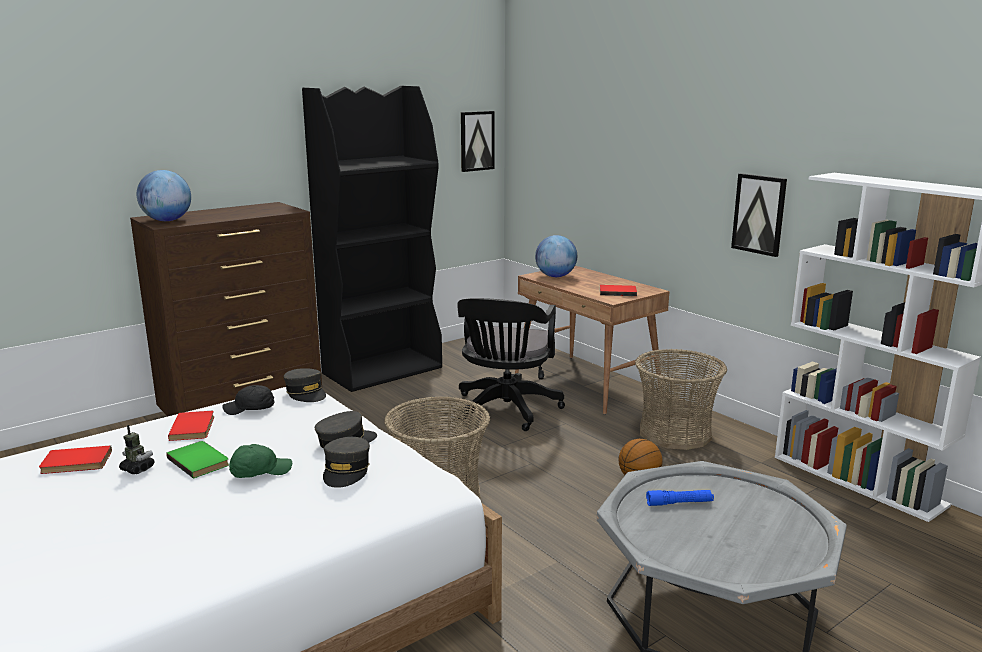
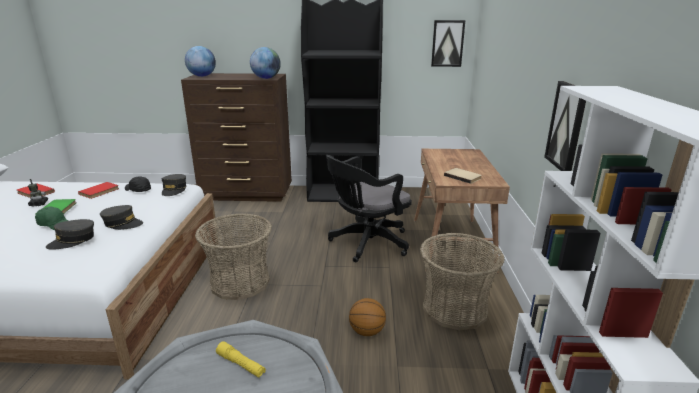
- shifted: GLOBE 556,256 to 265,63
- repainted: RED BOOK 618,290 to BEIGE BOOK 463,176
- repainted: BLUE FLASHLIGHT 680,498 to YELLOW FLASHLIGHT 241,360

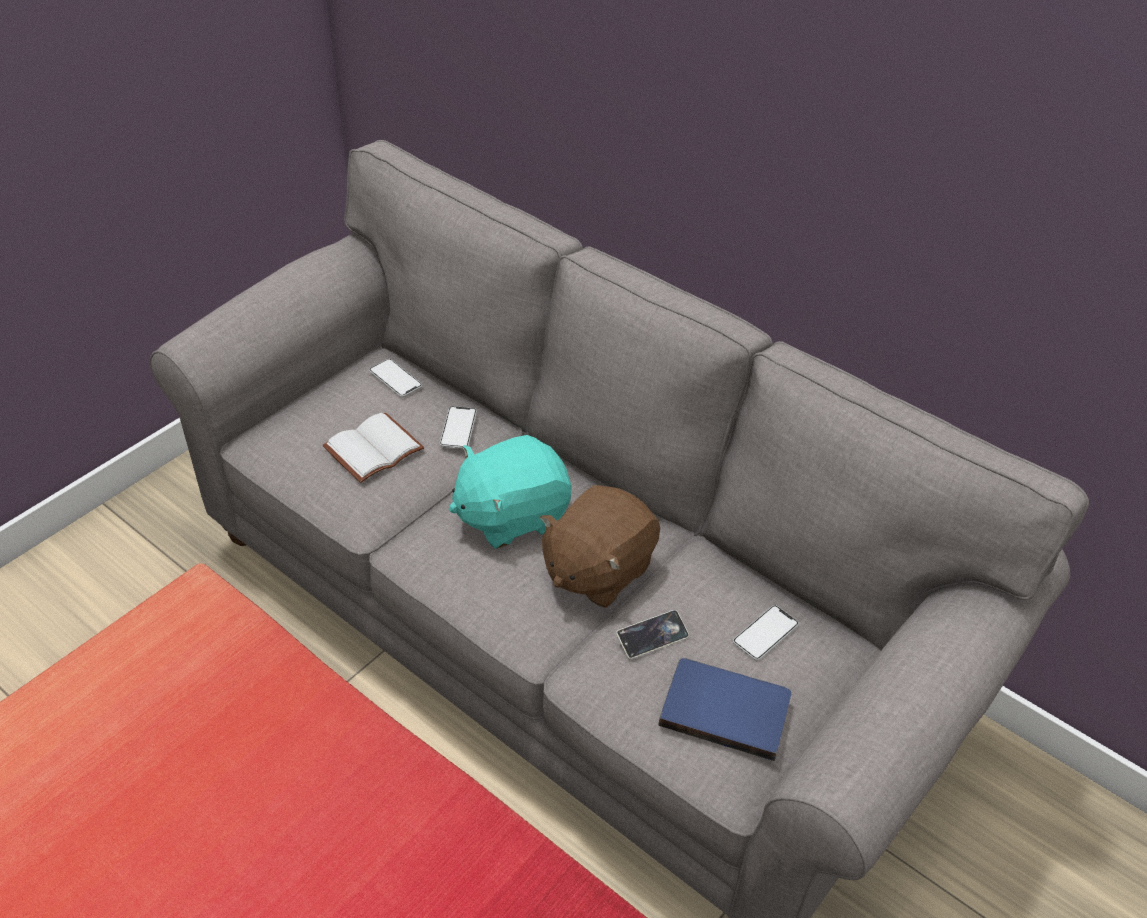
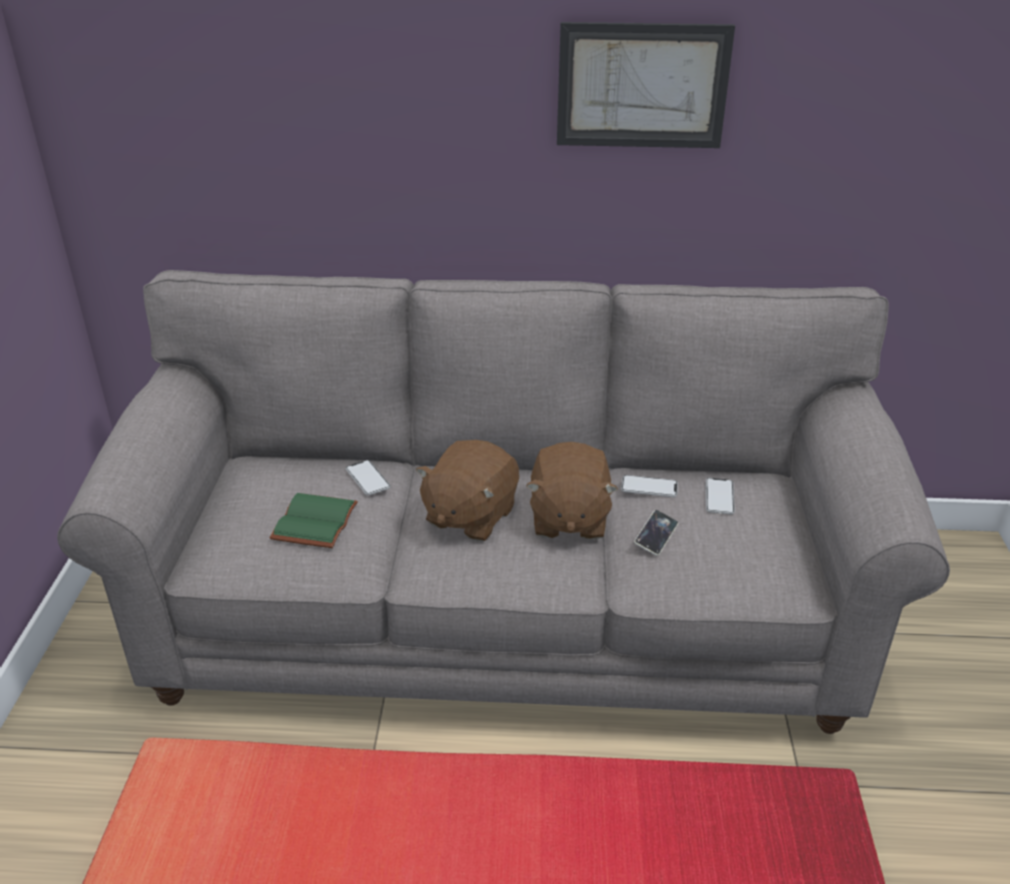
- repainted: WHITE BOOK 373,448 to GREEN BOOK 314,520
- shifted: PHONE 395,378 to 649,486
- repainted: TURQUOISE PLUSH TOY 510,492 to BROWN PLUSH TOY 467,490
- gone: BLUE BOOK 724,709
- new: PICTURE 646,85

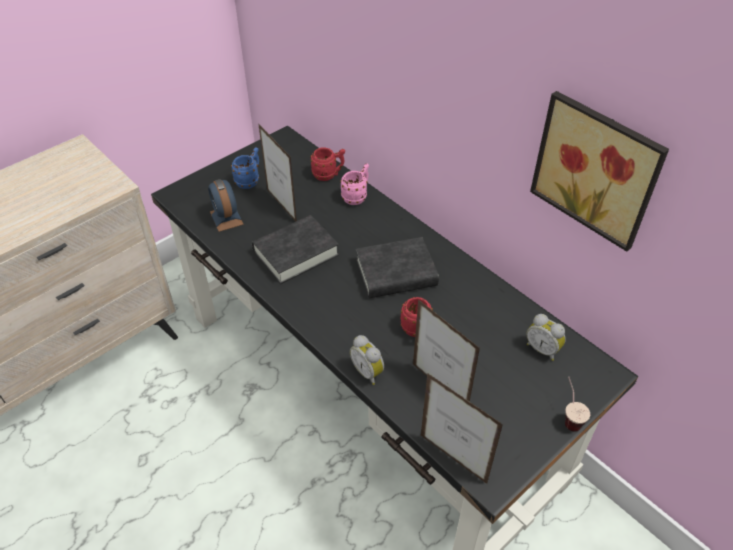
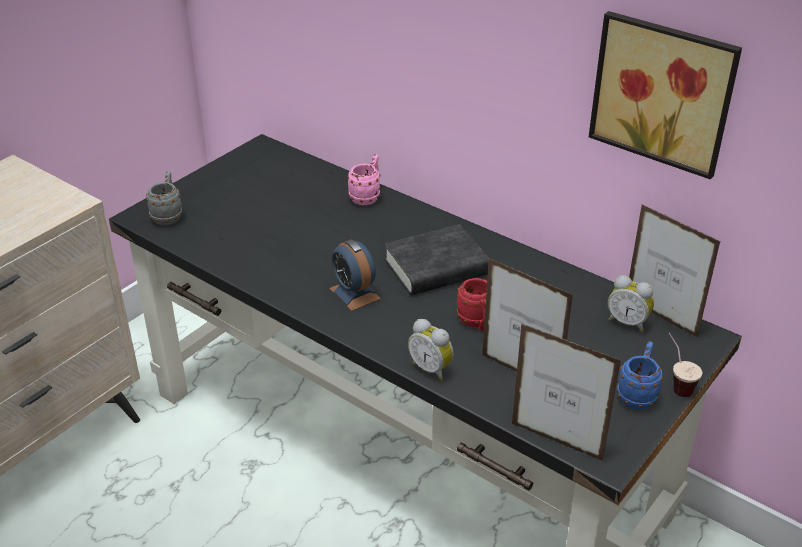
- shifted: ALARM CLOCK 225,205 to 355,275
- shifted: BLUE MUG 245,168 to 640,375
- gone: BLACK BOOK 295,249
- shifted: PICTURE FRAME 277,172 to 675,271
- gone: RED MUG 327,164
- new: GREY MUG 164,198

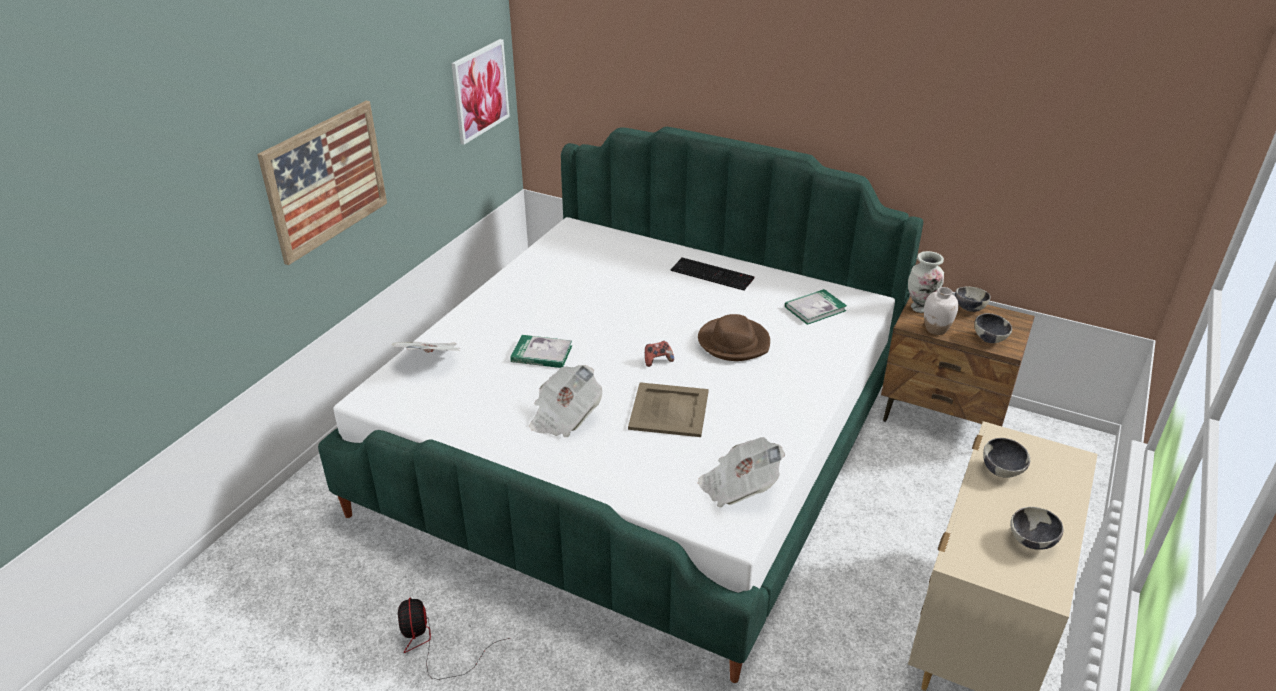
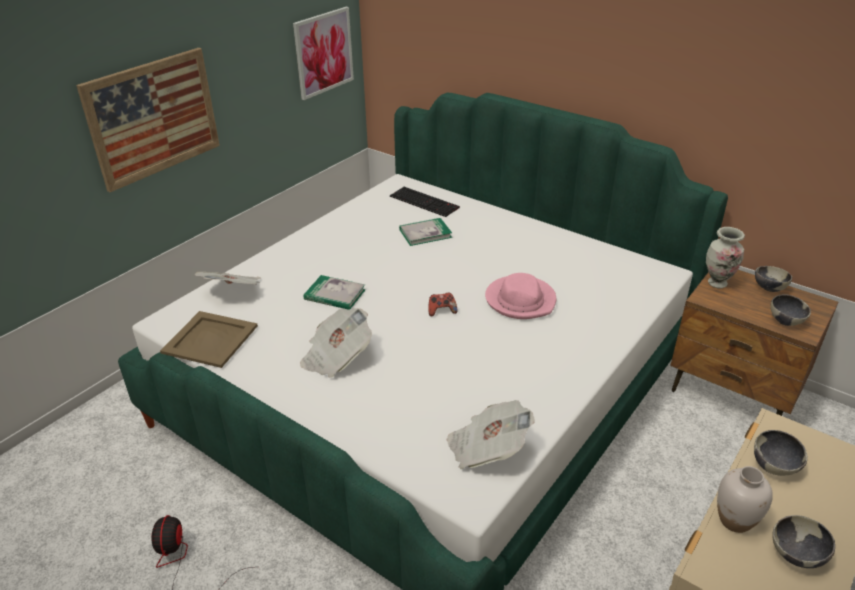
- shifted: BEIGE TRAY 668,409 to 209,339
- shifted: KEYBOARD 713,274 to 425,202
- repainted: BROWN HAT 734,337 to PINK HAT 520,296
- shifted: BOOK 816,307 to 425,232
- shifted: WHITE VASE 941,311 to 745,499

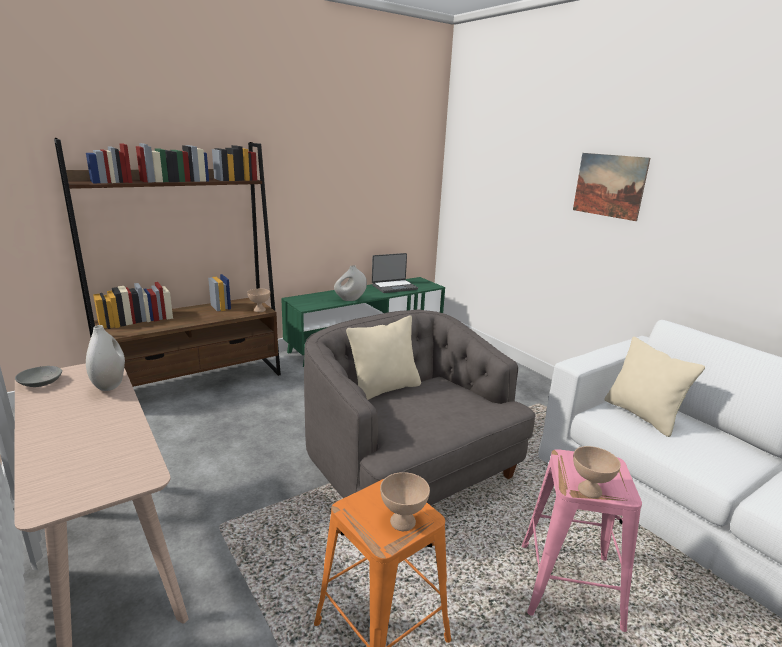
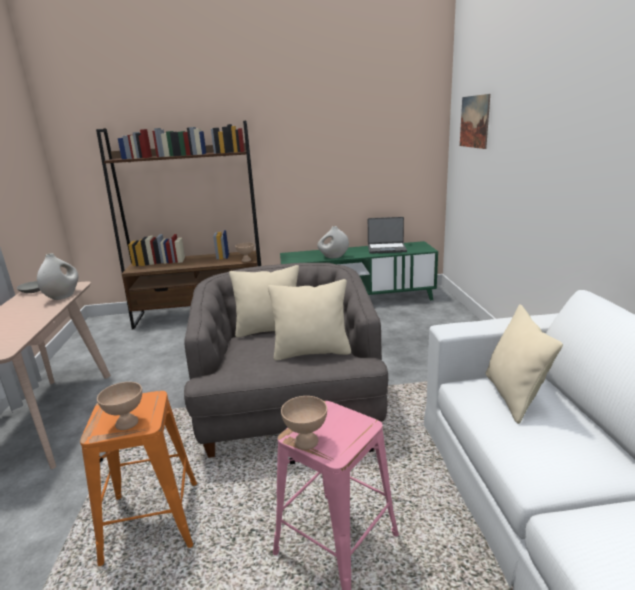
- shifted: PICTURE 611,187 to 475,121
- new: BEIGE PILLOW 309,320

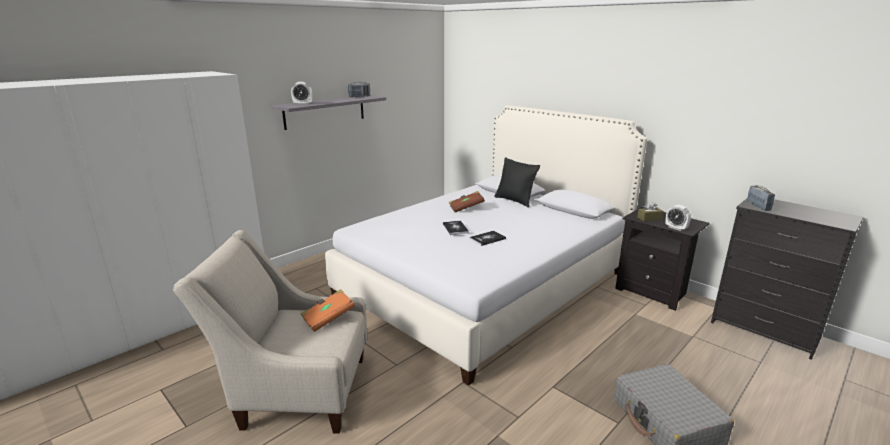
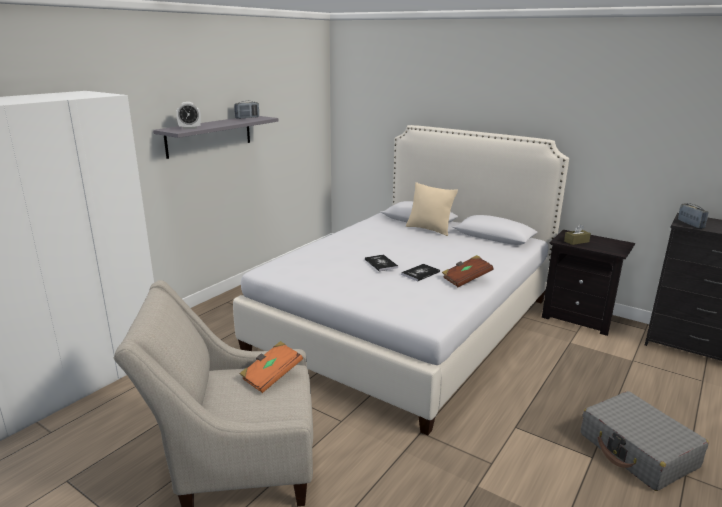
- shifted: BROWN BOOK 467,201 to 467,271
- repainted: BLACK PILLOW 517,182 to BEIGE PILLOW 432,209
- gone: ALARM CLOCK 678,218

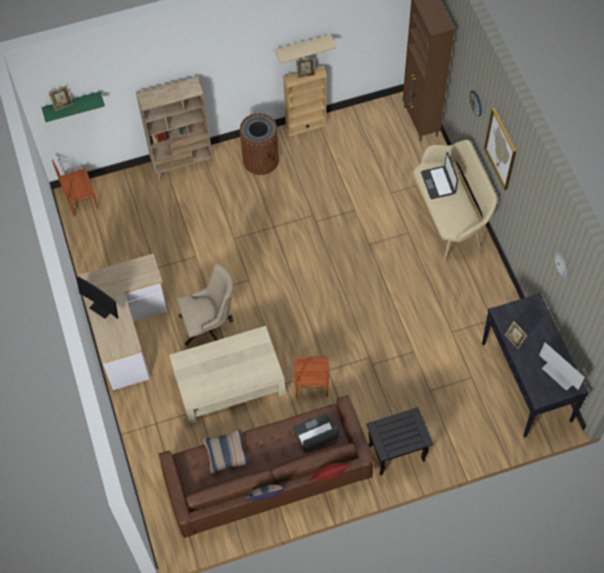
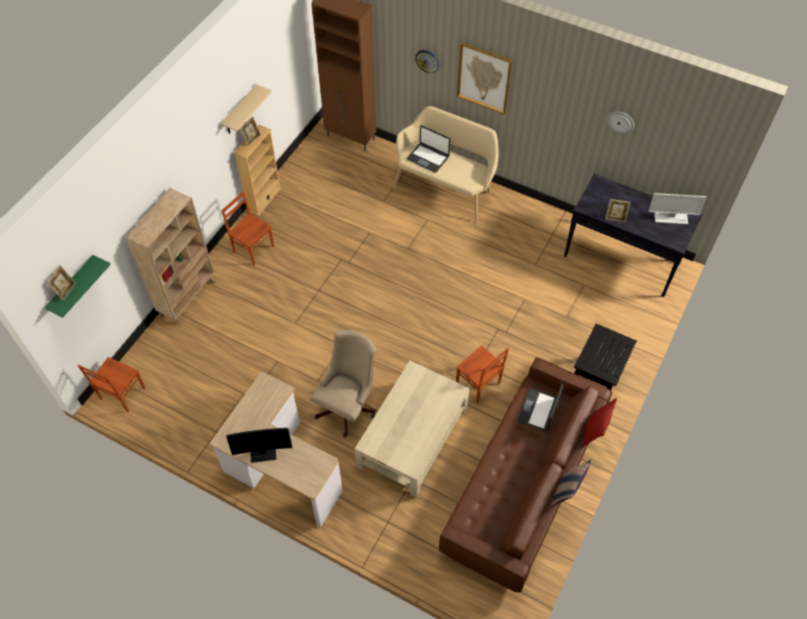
- gone: PILLOW 225,452
- swapped: BROWN TRASH CAN 259,144 to BROWN CHAIR 248,228

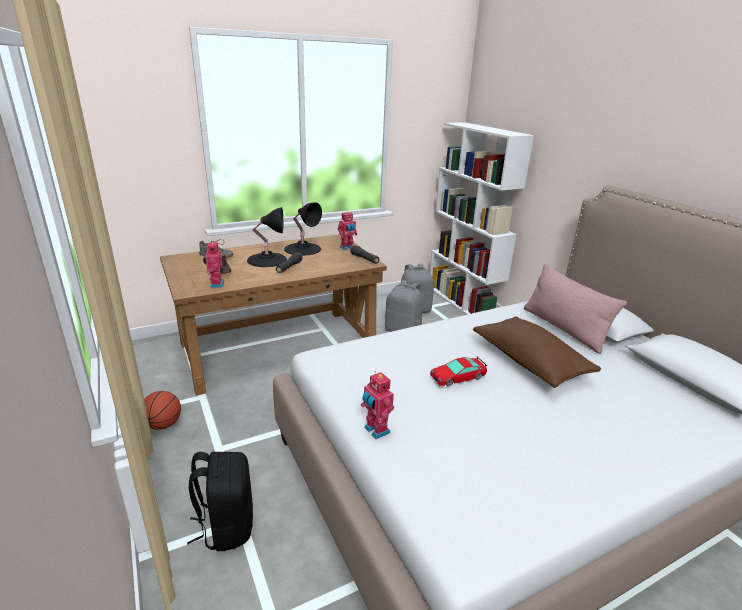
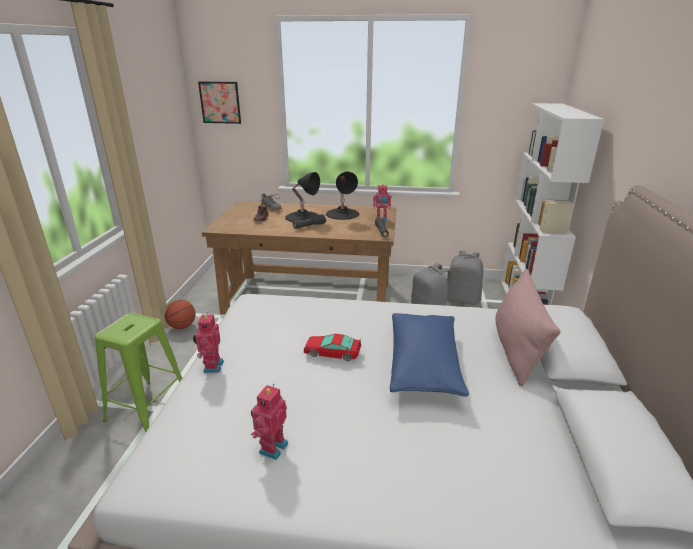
- swapped: BLACK BACKPACK 220,501 to GREEN STOOL 138,373
- shifted: TOY ROBOT 213,265 to 269,422
- repainted: BROWN PILLOW 537,352 to BLUE PILLOW 429,355
- new: PICTURE 219,103

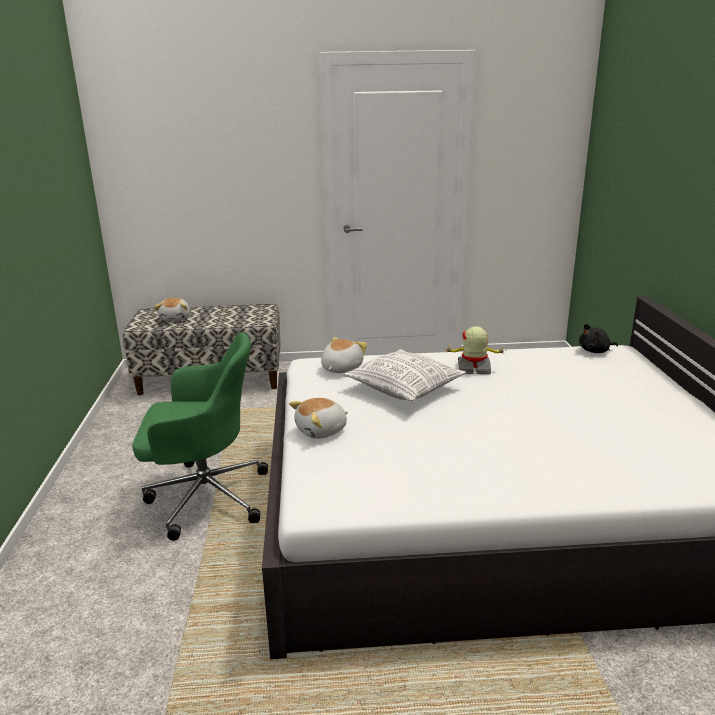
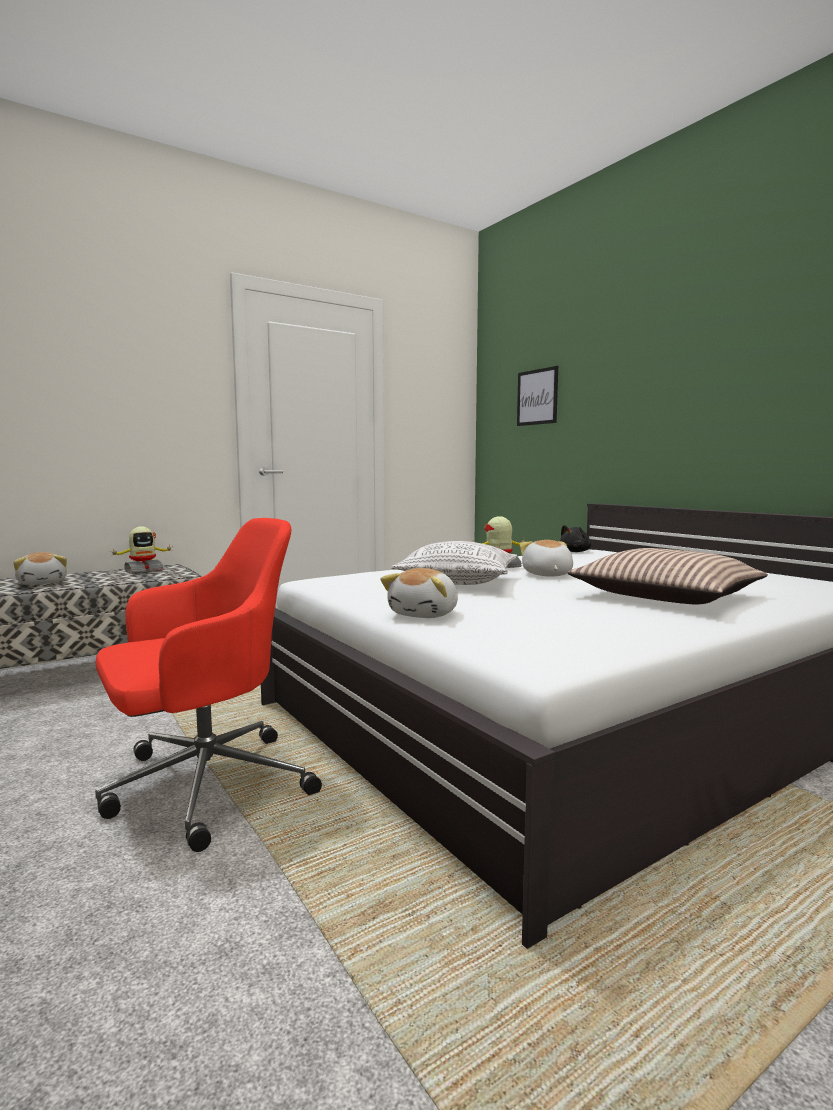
- repainted: GREEN OFFICE CHAIR 200,436 to RED OFFICE CHAIR 208,685
- shifted: PLUSH TOY 344,355 to 546,558
- new: TOY ROBOT 142,550
- new: PICTURE 537,396
- new: PILLOW 668,576

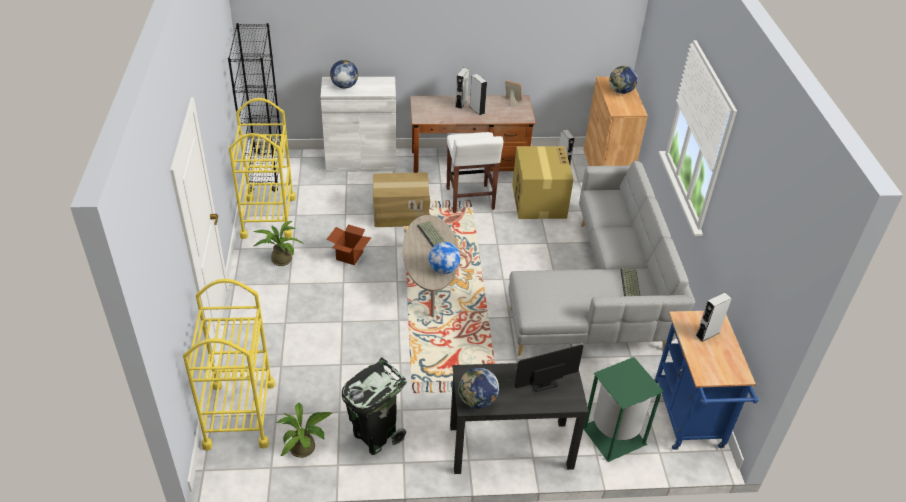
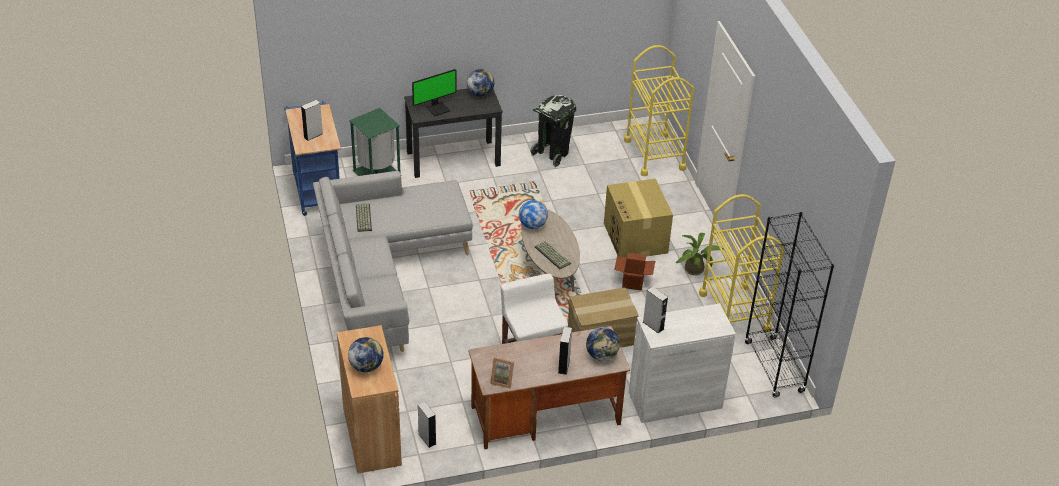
- gone: POTTED PLANT 304,430
- shifted: GLOBE 344,74 to 603,344
- shifted: GREY SPEAKER 478,94 to 655,310
- shifted: CARDBOARD BOX 543,182 to 638,218

